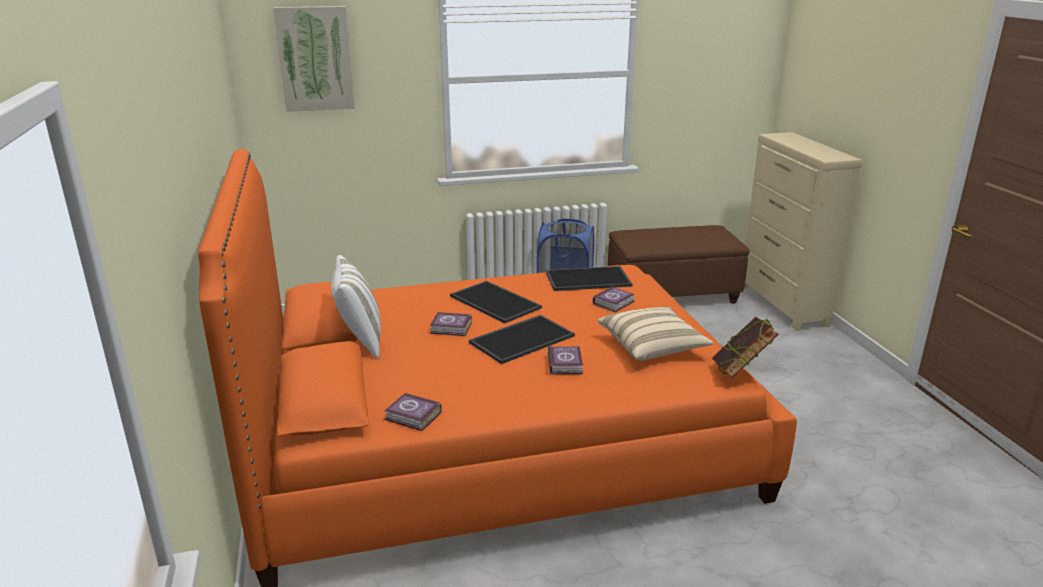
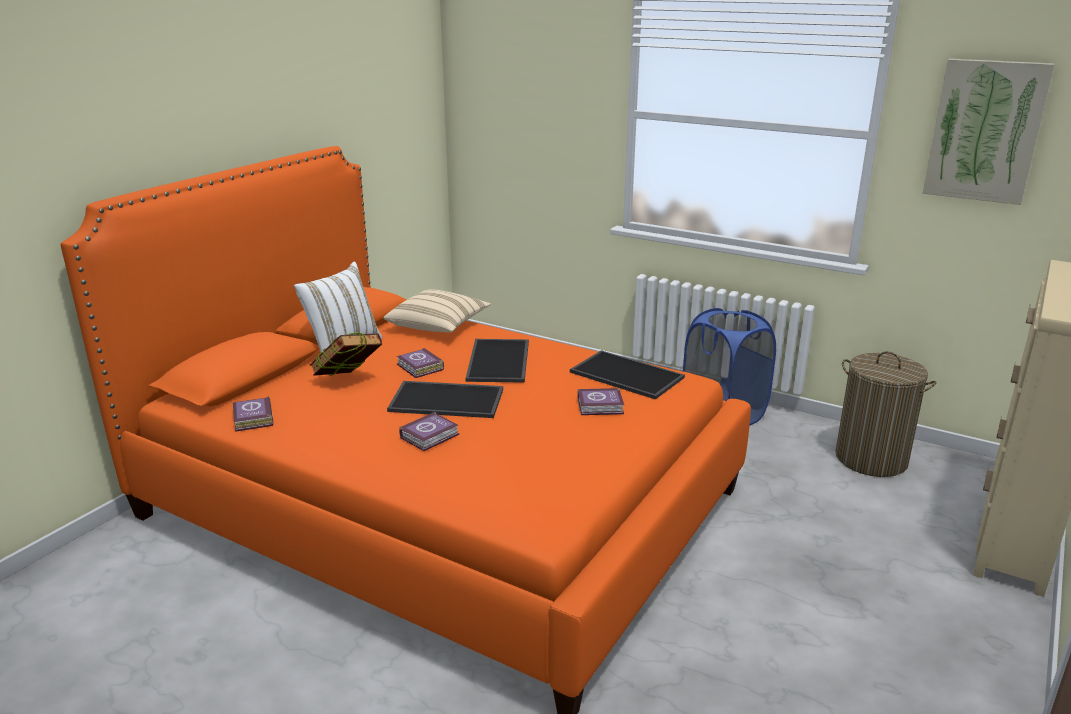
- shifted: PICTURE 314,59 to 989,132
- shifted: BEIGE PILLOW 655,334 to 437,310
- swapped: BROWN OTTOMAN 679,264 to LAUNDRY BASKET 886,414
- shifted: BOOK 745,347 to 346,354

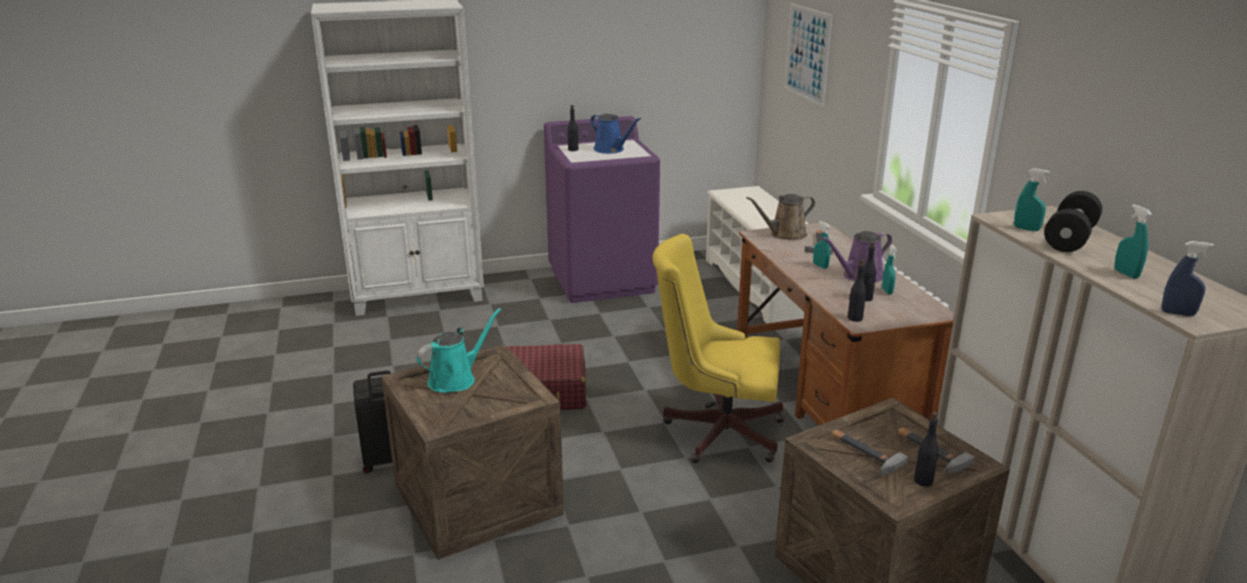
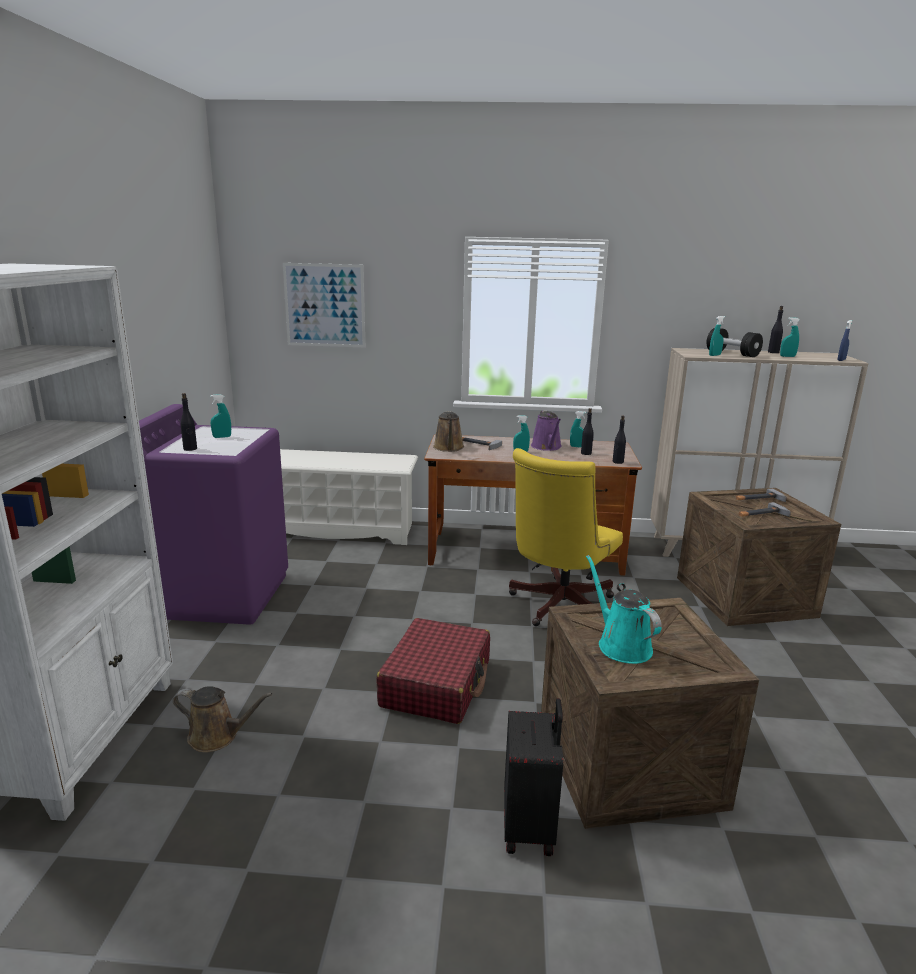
- swapped: BLUE WATERING CAN 615,134 to TURQUOISE SPRAY BOTTLE 220,416
- shifted: BLACK BOTTLE 926,449 to 775,329
- new: BROWN WATERING CAN 222,719

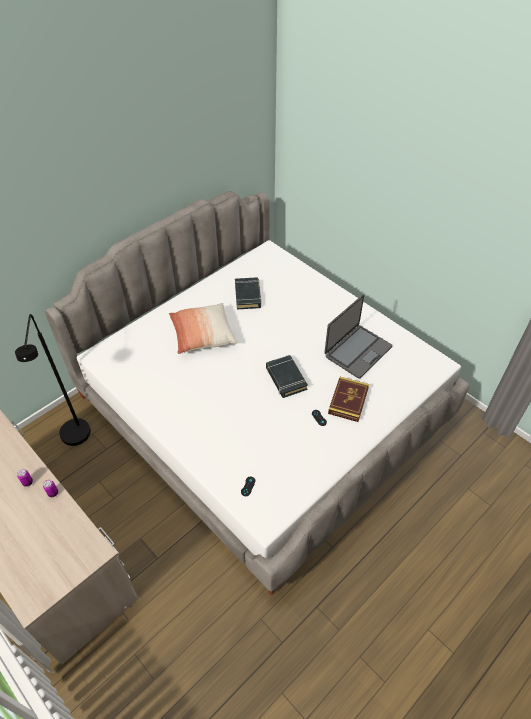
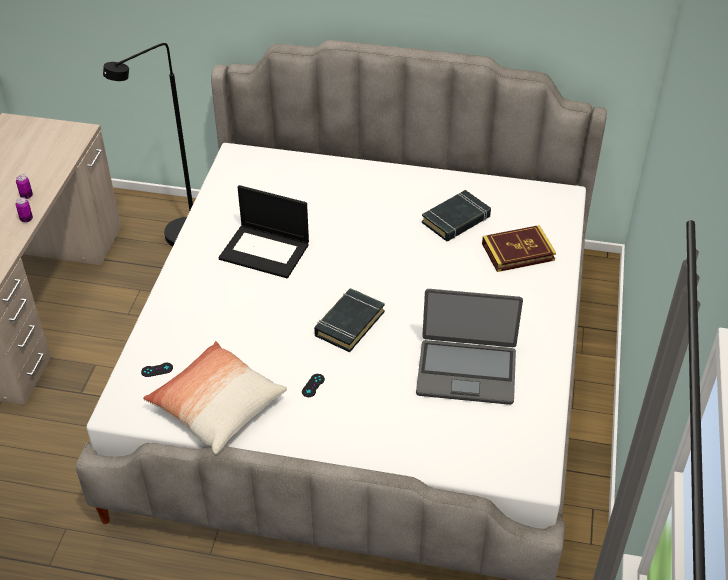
- shifted: PILLOW 203,328 to 215,397
- shifted: BOOK 348,399 to 519,248
- new: LAPTOP 263,231

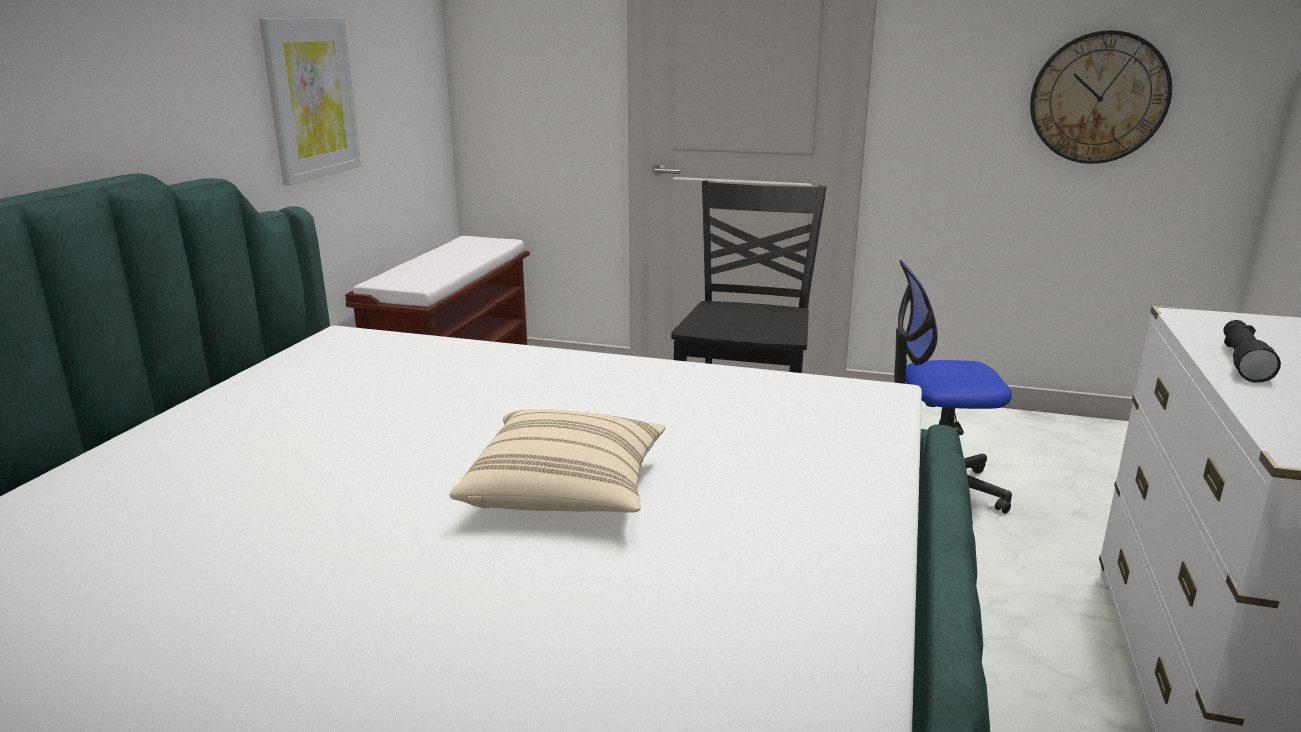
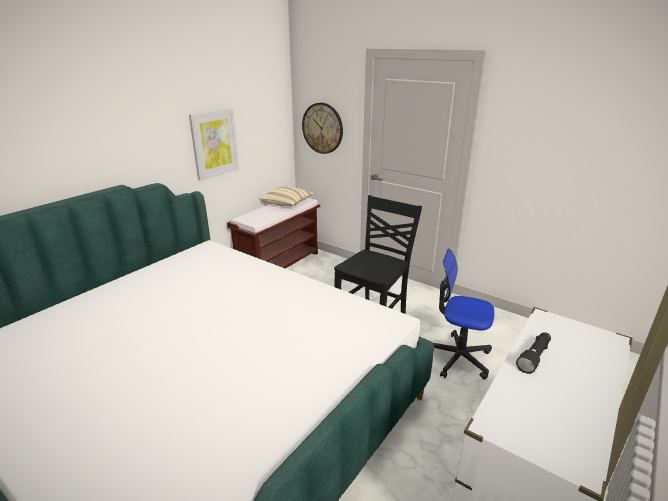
- shifted: BEIGE PILLOW 557,461 to 287,196
- shifted: WALL CLOCK 1101,97 to 322,128

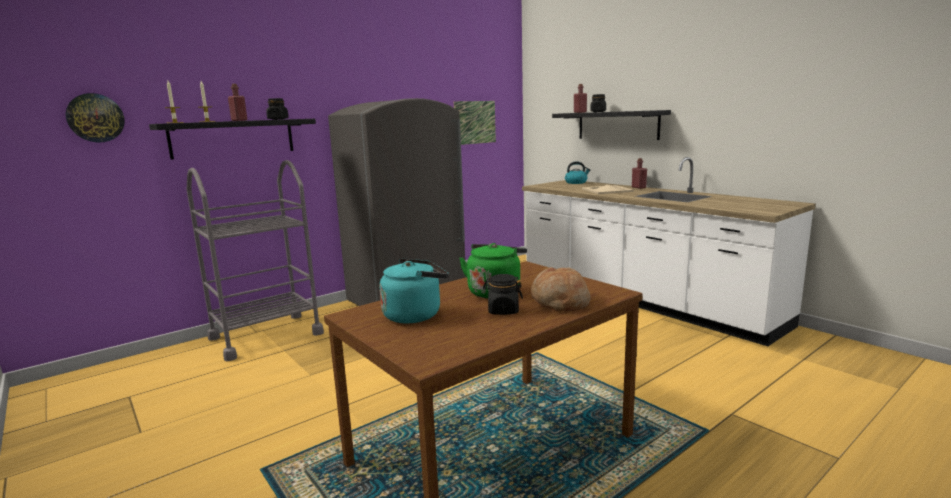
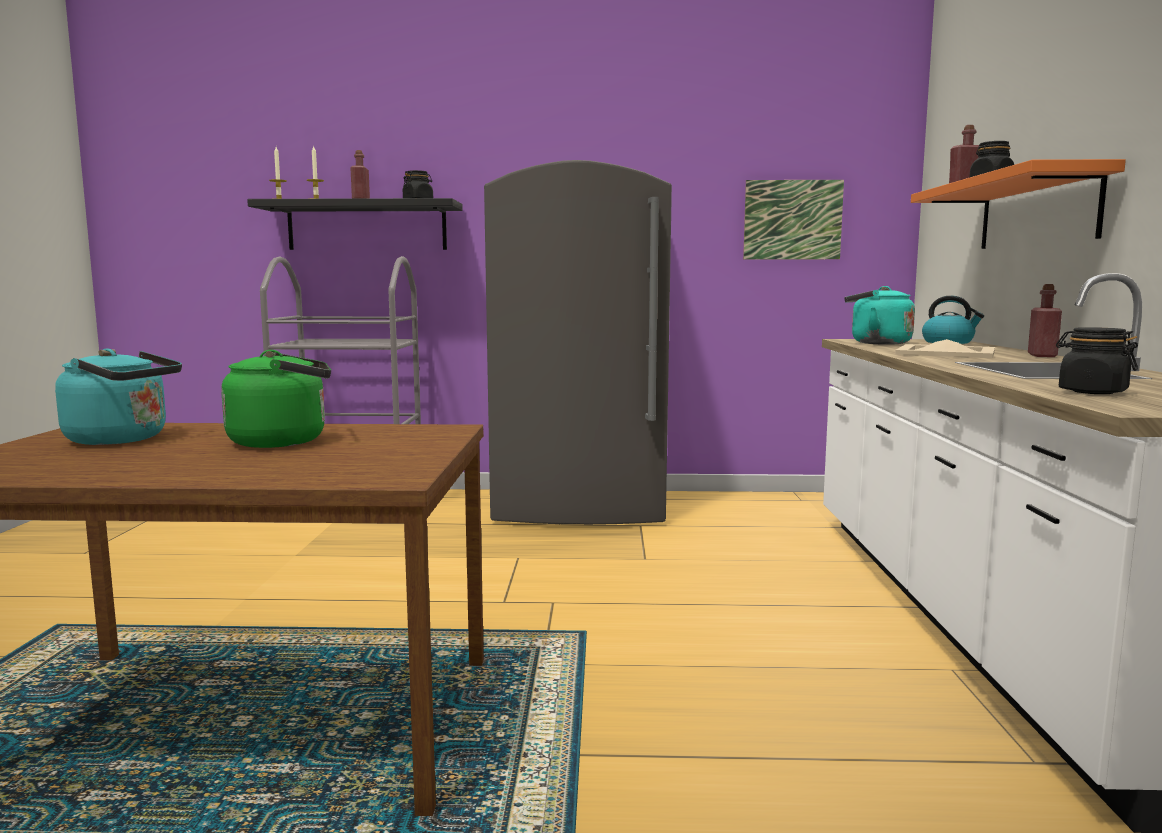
- gone: WALL CLOCK 95,118
- shifted: BLACK JAR 503,294 to 1097,360
- gone: BREAD 561,289
- repainted: BLACK SHELF 611,125 to ORANGE SHELF 1018,204
- new: TURQUOISE KETTLE 879,315

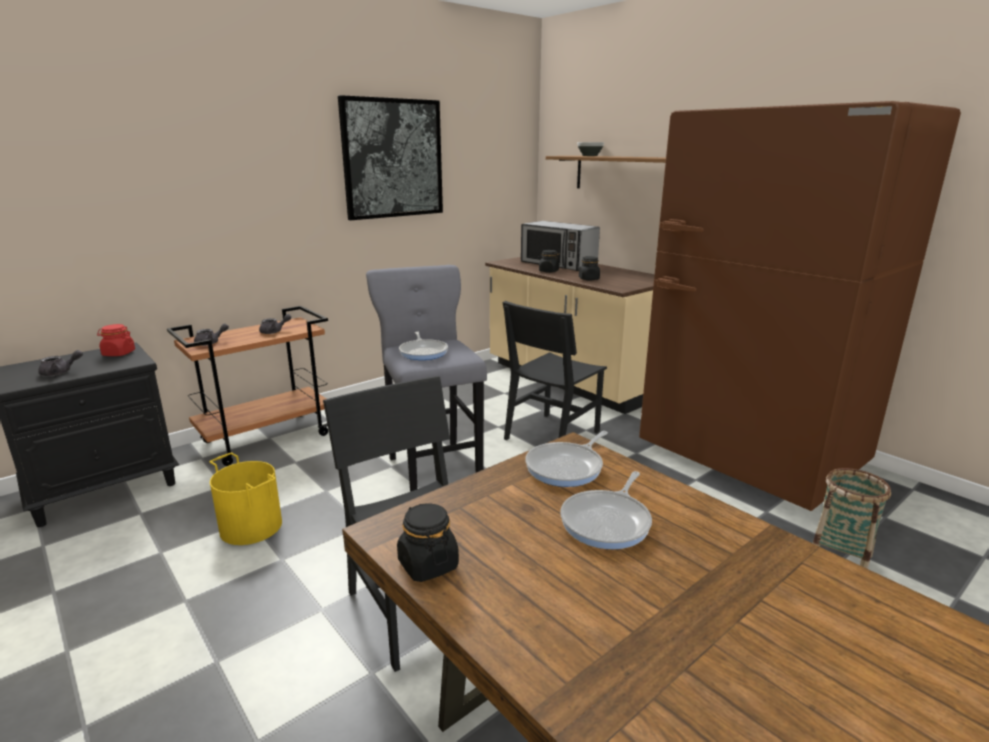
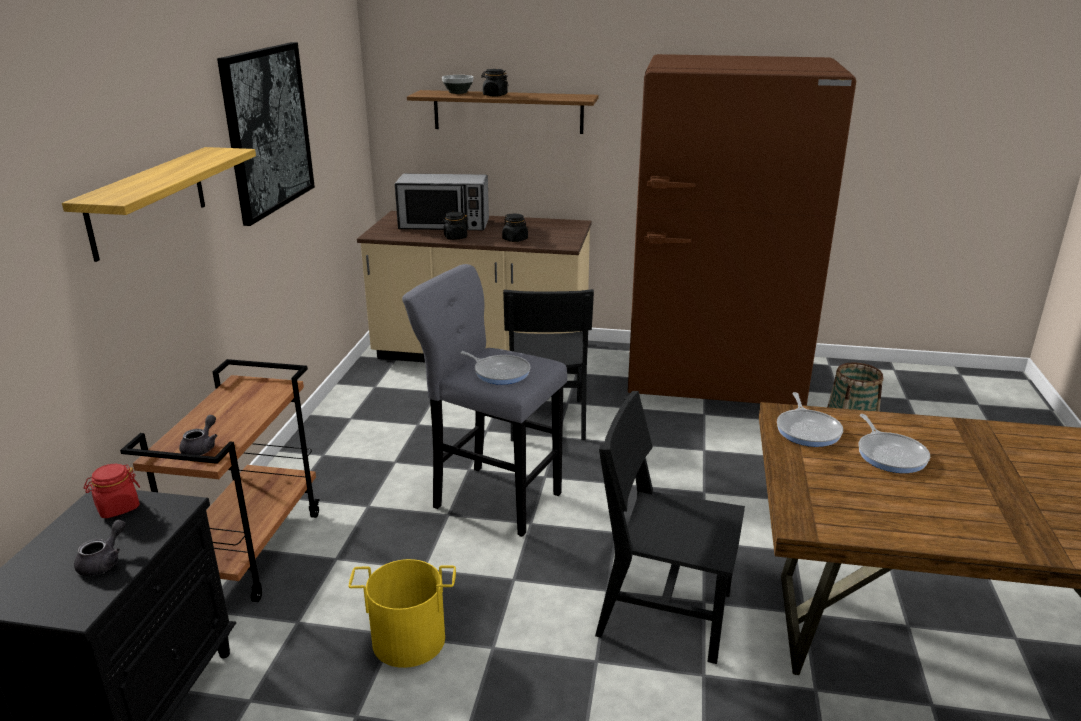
- gone: GREY TEAPOT 275,324
- shifted: BLACK JAR 428,542 to 494,83
- new: SHELF 159,204

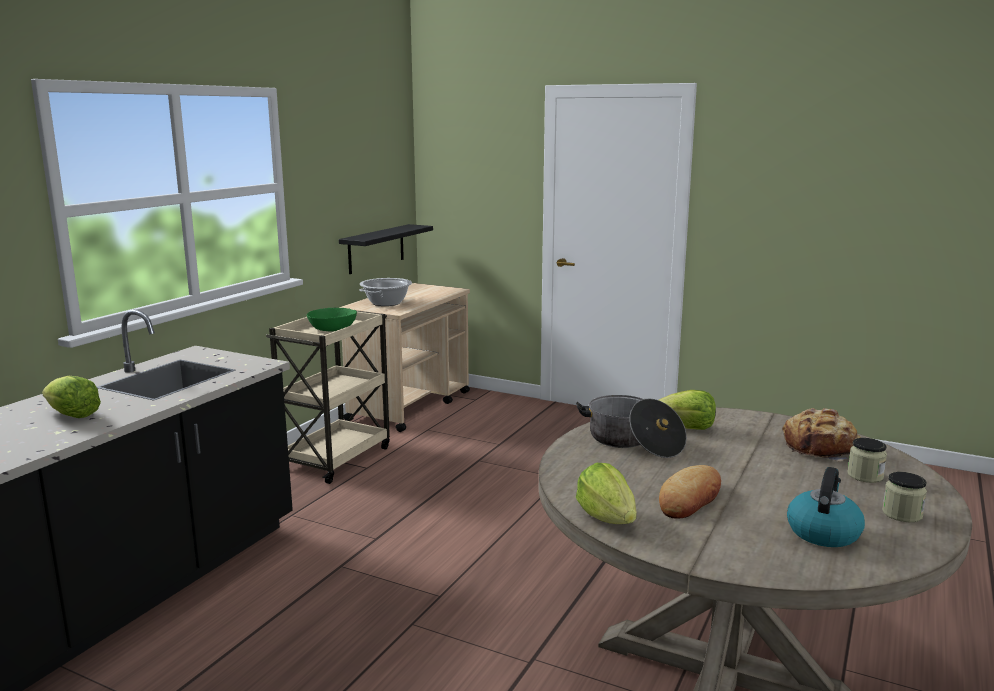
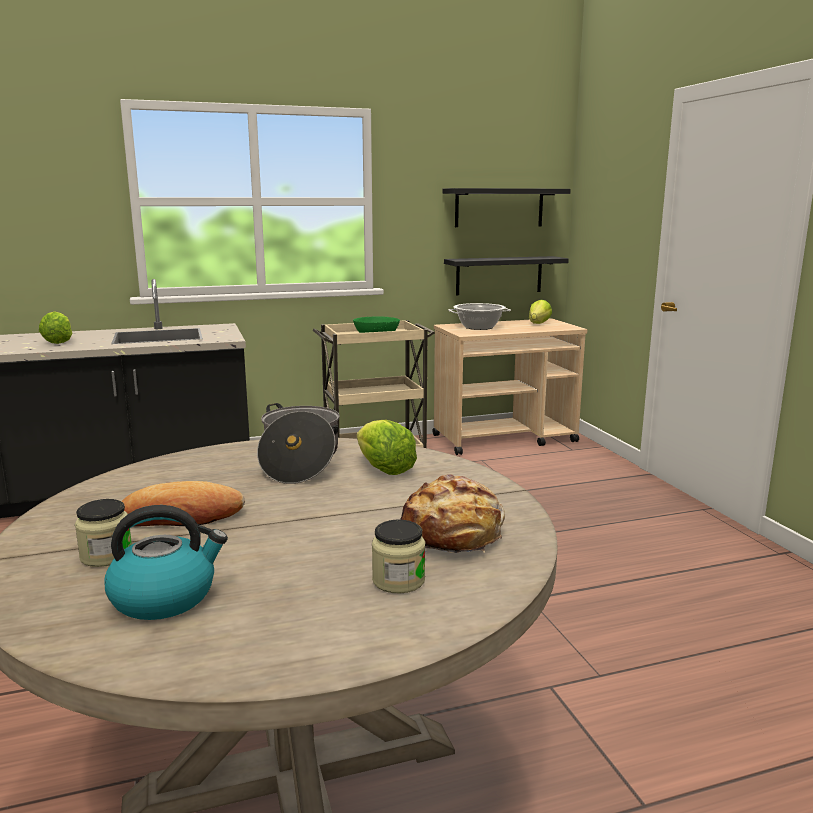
- shifted: LETTUCE 606,493 to 540,312
- shifted: JAR 904,497 to 103,533
- new: BLACK SHELF 506,207

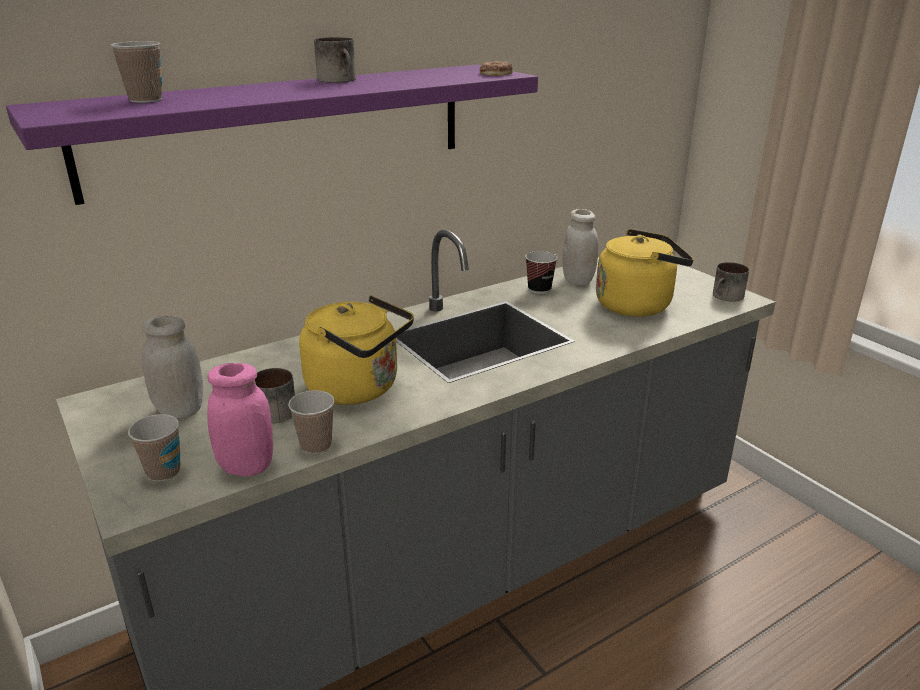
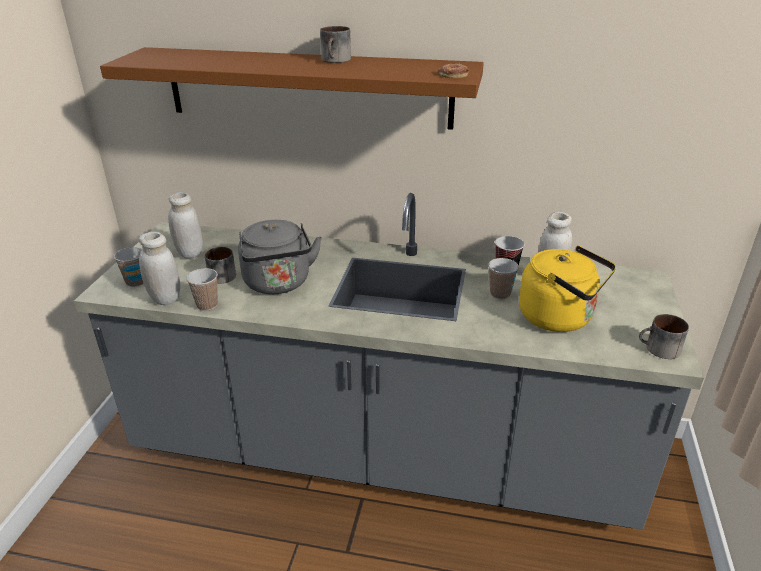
- repainted: PURPLE SHELF 272,134 to BROWN SHELF 292,88
- shifted: CUP 136,72 to 504,279
- repainted: PINK JAR 240,420 to WHITE JAR 159,268
- repainted: YELLOW KETTLE 356,350 to GREY KETTLE 280,257

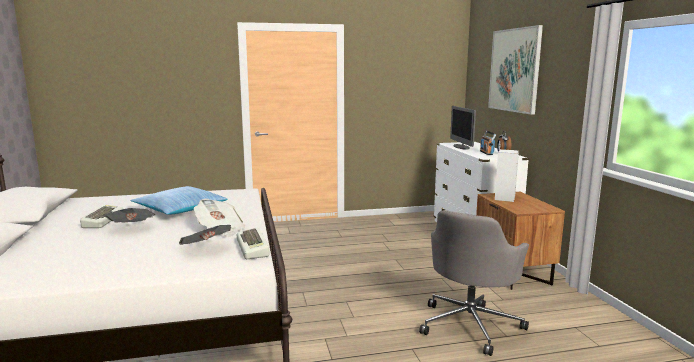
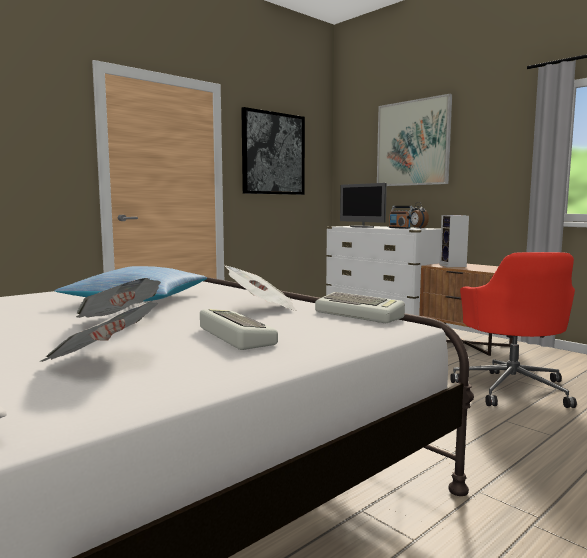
- shifted: KEYBOARD 101,216 to 239,329
- shifted: NEWSPAPER 205,235 to 99,331
- repainted: GREY OFFICE CHAIR 474,283 to RED OFFICE CHAIR 513,330
- new: PICTURE 273,151

